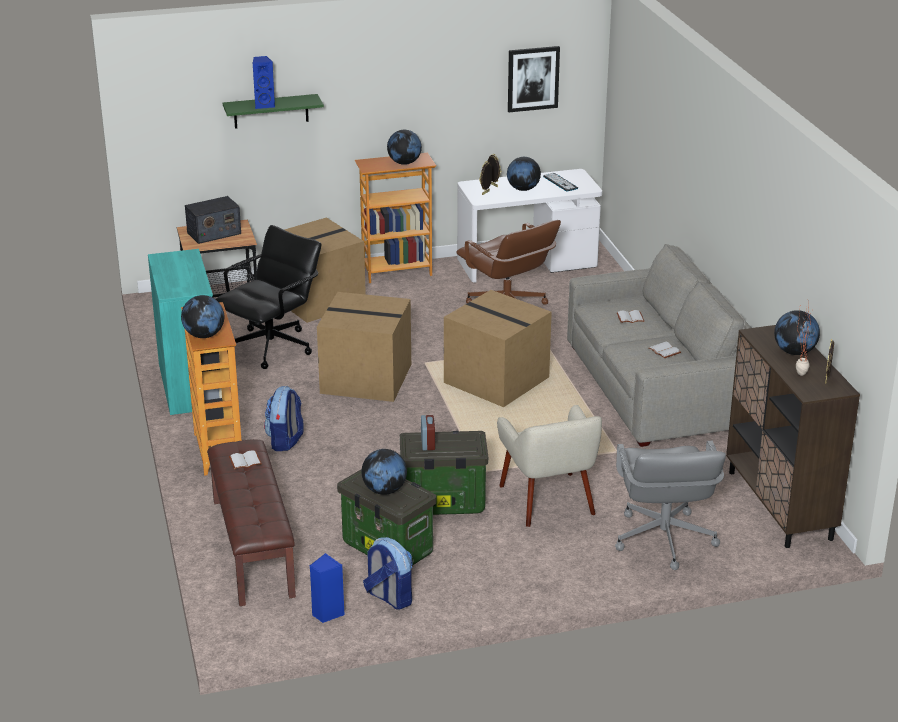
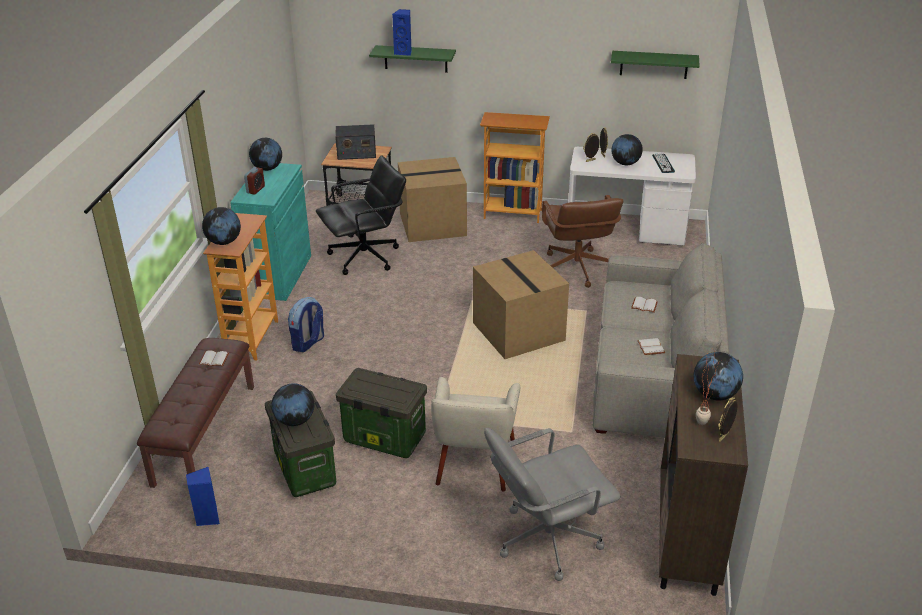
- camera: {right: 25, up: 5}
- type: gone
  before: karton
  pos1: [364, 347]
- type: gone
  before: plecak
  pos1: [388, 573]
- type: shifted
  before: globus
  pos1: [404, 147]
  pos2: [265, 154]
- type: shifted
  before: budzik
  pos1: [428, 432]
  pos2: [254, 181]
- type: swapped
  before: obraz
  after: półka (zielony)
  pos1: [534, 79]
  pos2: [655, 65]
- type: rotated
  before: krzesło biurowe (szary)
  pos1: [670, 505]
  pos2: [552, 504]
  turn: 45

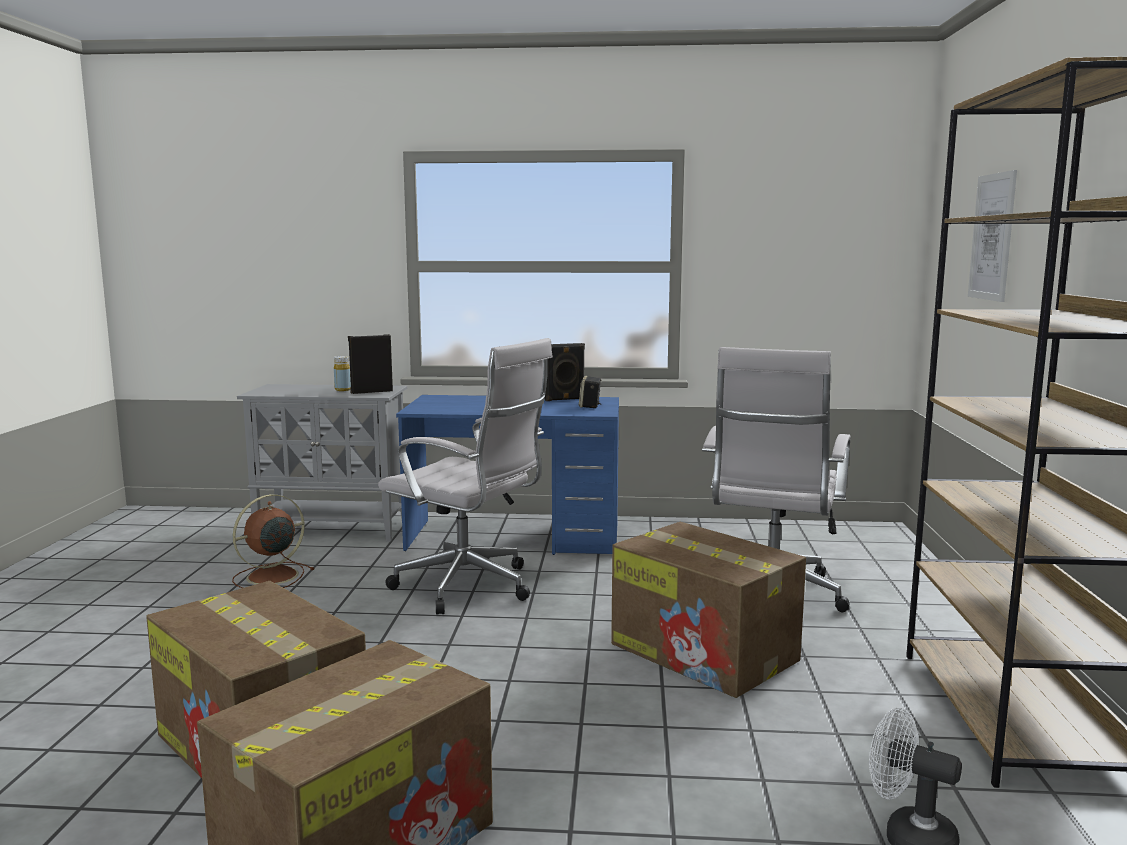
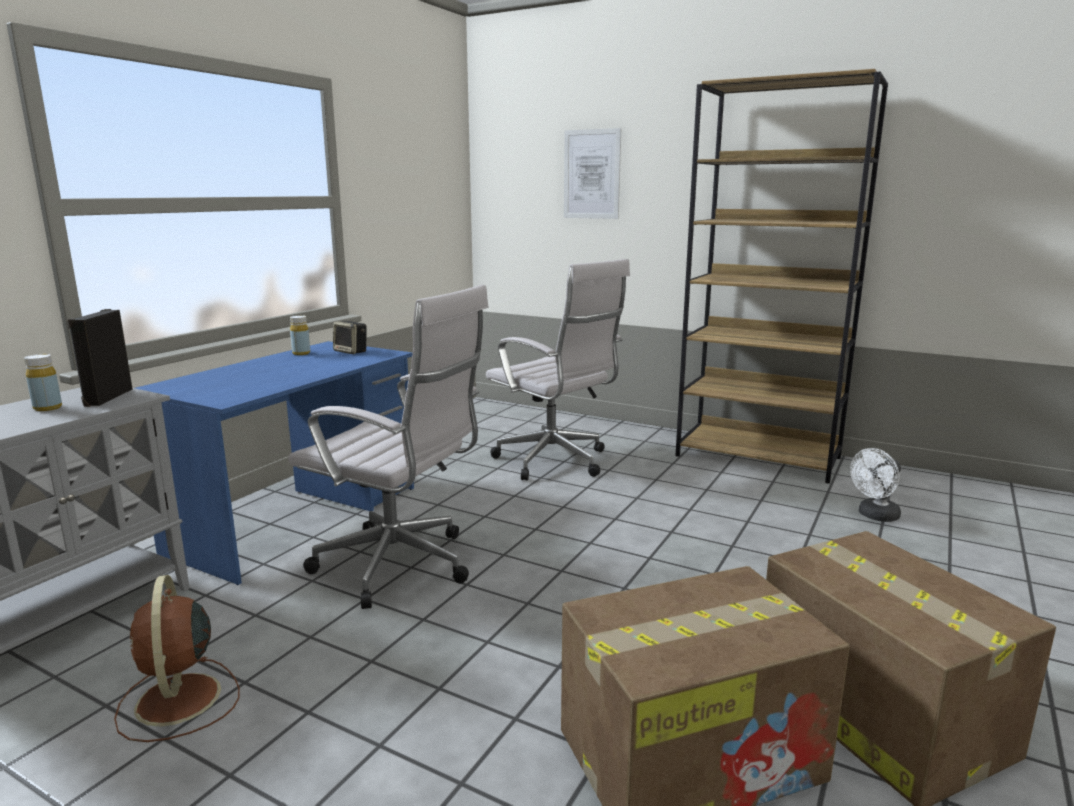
- camera: {right: -65, up: 5}
- type: rotated
  before: krzesło biurowe (biały)
  pos1: [465, 476]
  pos2: [388, 447]
  turn: 60
- type: swapped
  before: głośnik (czarny)
  after: butelka (żółty)
  pos1: [564, 372]
  pos2: [300, 335]
- type: gone
  before: karton
  pos1: [708, 610]

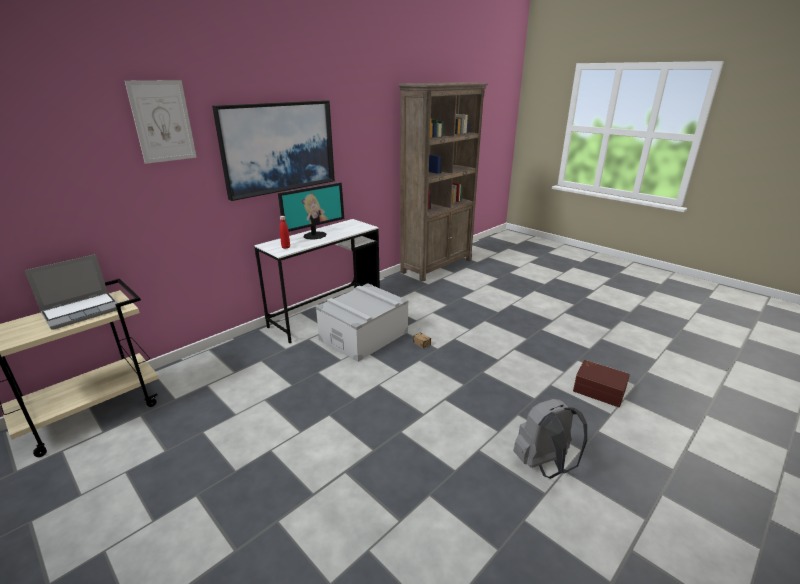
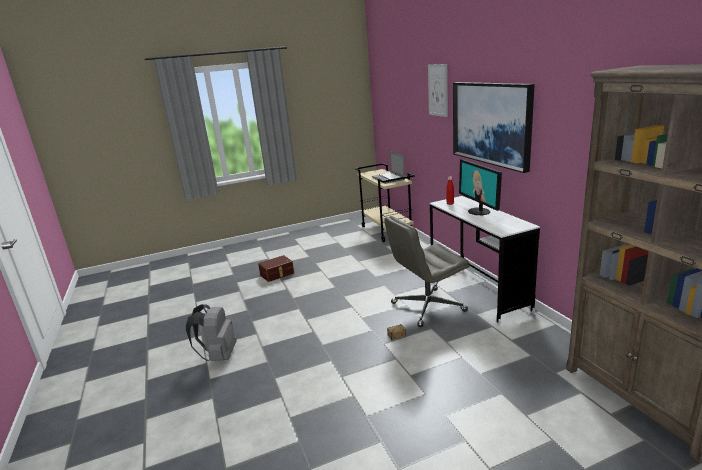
- camera: {right: 115, up: -5}
- type: swapped
  before: pojemnik do przechowywania (szary)
  after: krzesło biurowe (szary)
  pos1: [362, 322]
  pos2: [426, 271]
- type: shifted
  before: pojemnik do przechowywania (brązowy)
  pos1: [601, 383]
  pos2: [276, 268]

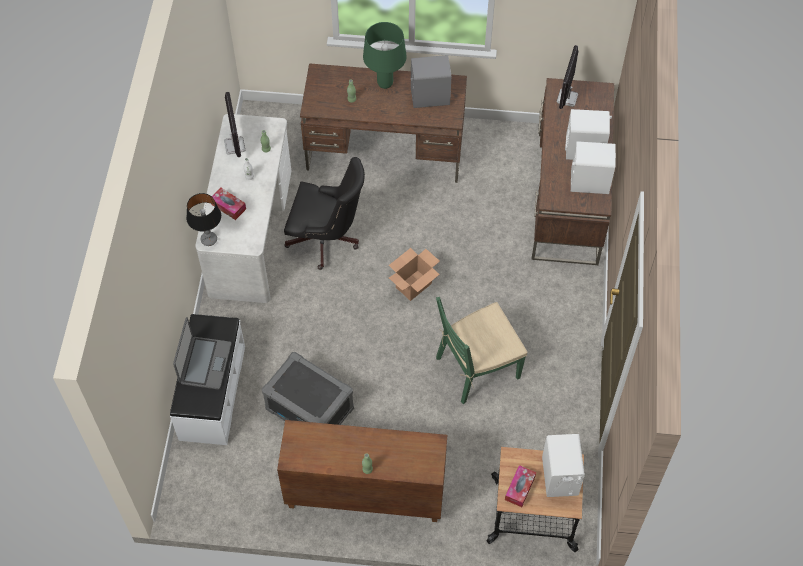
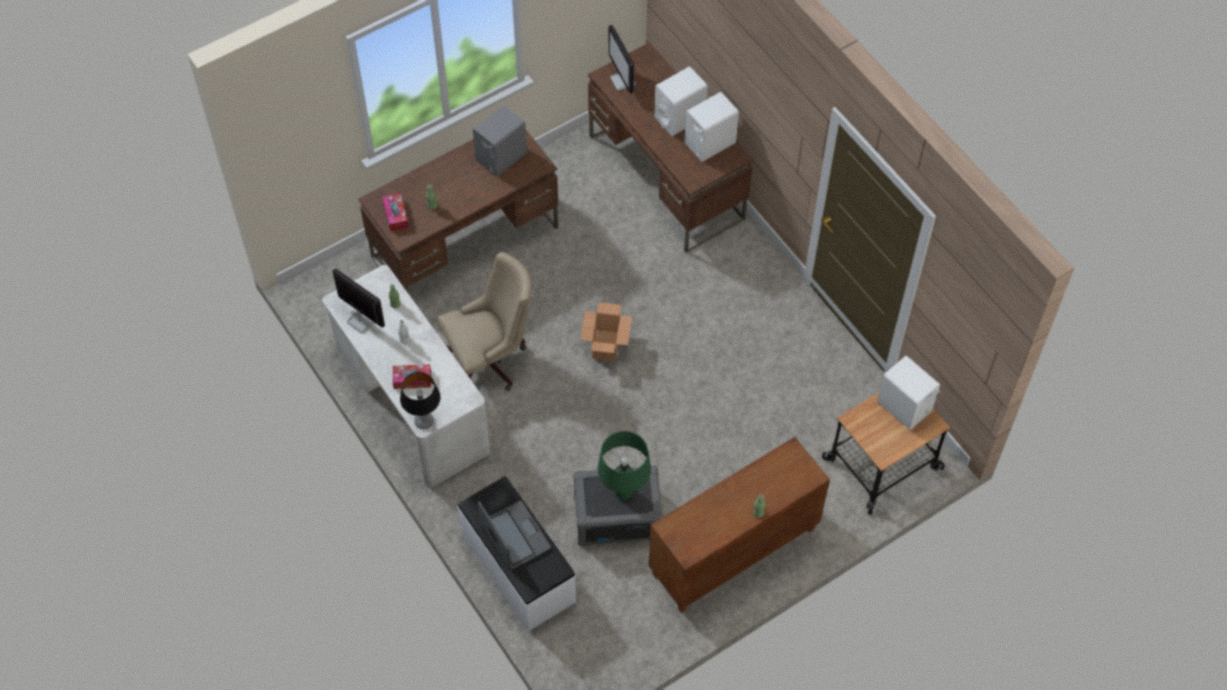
- camera: {right: -40, up: 0}
- type: repainted
  before: krzesło biurowe (czarny)
  after: krzesło biurowe (beżowy)
  pos1: [324, 213]
  pos2: [485, 321]
- type: shifted
  before: lampa stołowa (zielony)
  pos1: [385, 55]
  pos2: [624, 465]
- type: gone
  before: krzesło (zielony)
  pos1: [481, 350]
- type: shifted
  before: pudełko chusteczek
  pos1: [520, 486]
  pos2: [395, 212]

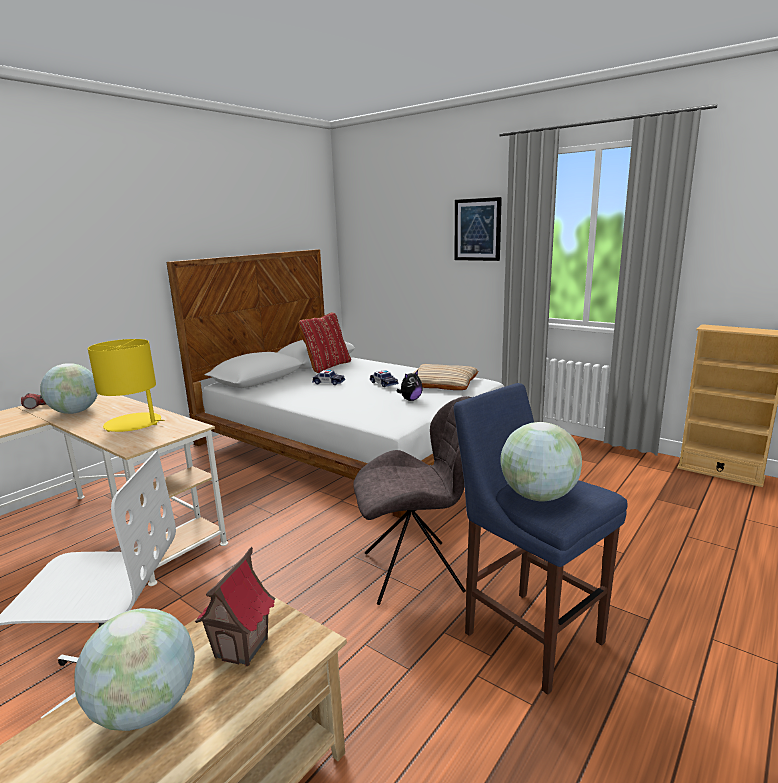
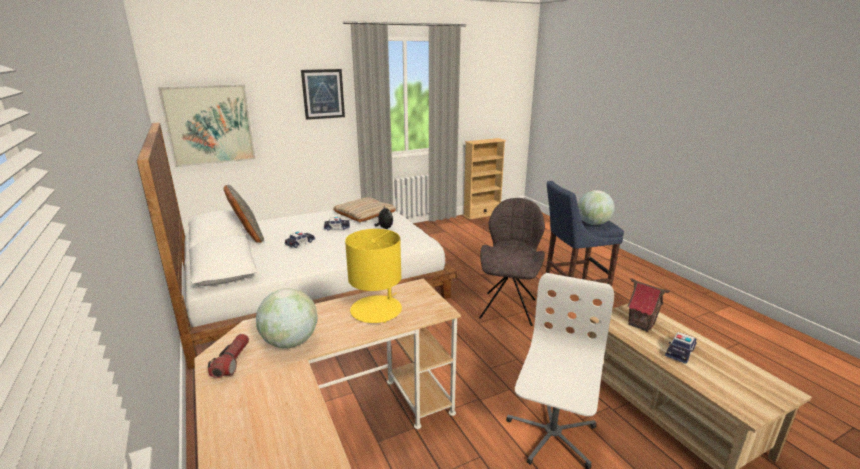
- camera: {right: -65, up: 5}
- type: swapped
  before: globus
  after: samochodzik
  pos1: [134, 669]
  pos2: [681, 348]
- type: repainted
  before: poduszka (czerwony)
  after: poduszka (szary)
  pos1: [324, 343]
  pos2: [244, 214]
- type: new
  after: obraz
  pos2: [207, 125]

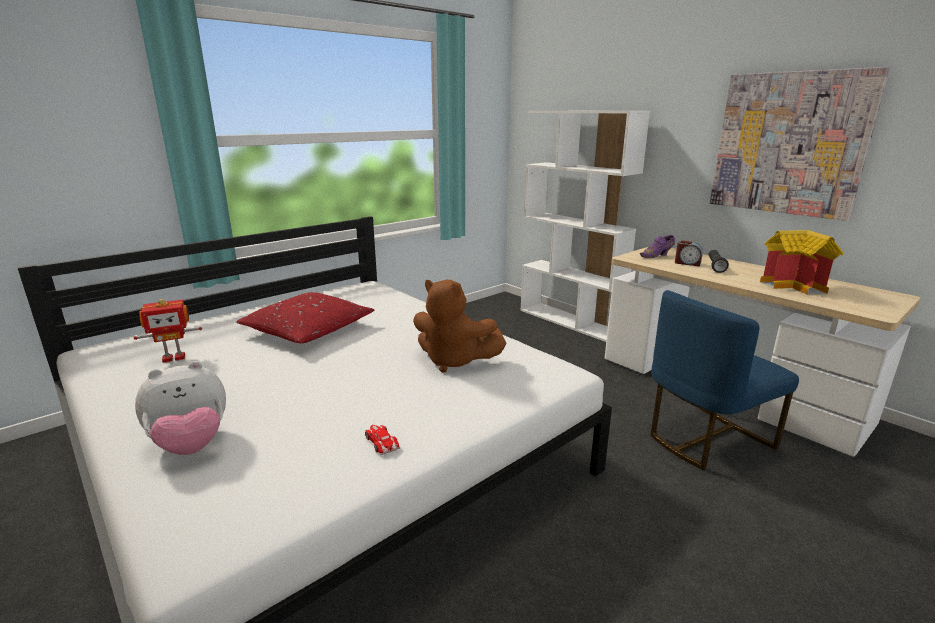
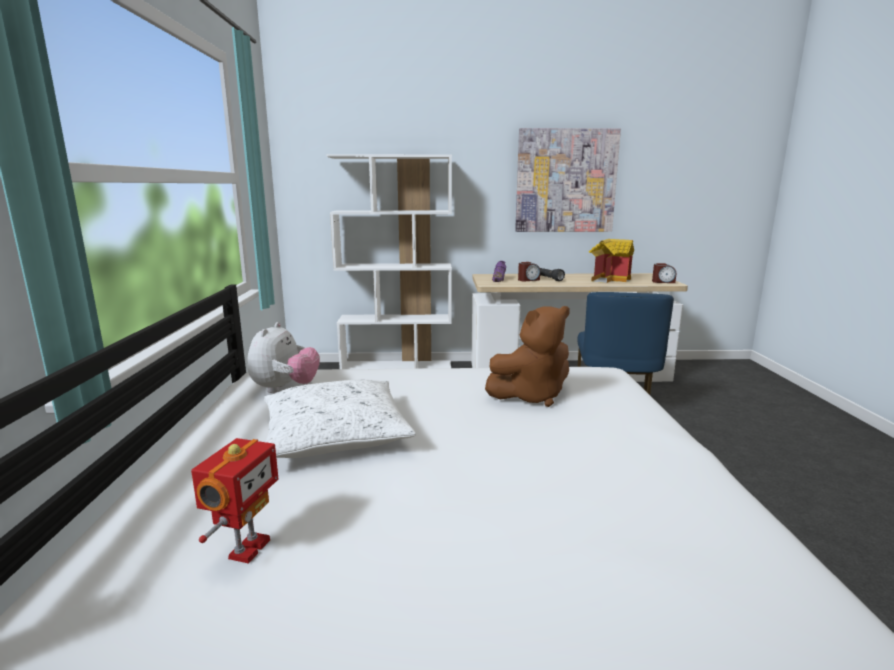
- camera: {right: -50, up: -5}
- type: shifted
  before: pluszak
  pos1: [180, 408]
  pos2: [284, 357]
- type: repainted
  before: poduszka (czerwony)
  after: poduszka (biały)
  pos1: [305, 317]
  pos2: [340, 419]
- type: gone
  before: samochodzik
  pos1: [382, 440]
- type: new
  after: budzik
  pos2: [664, 273]

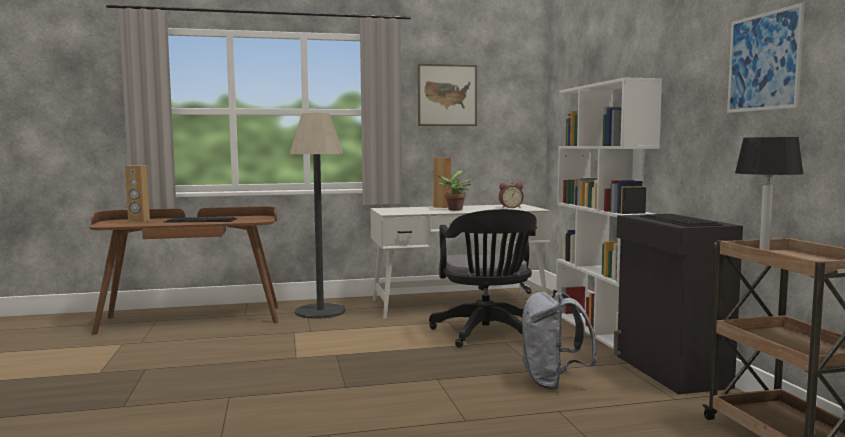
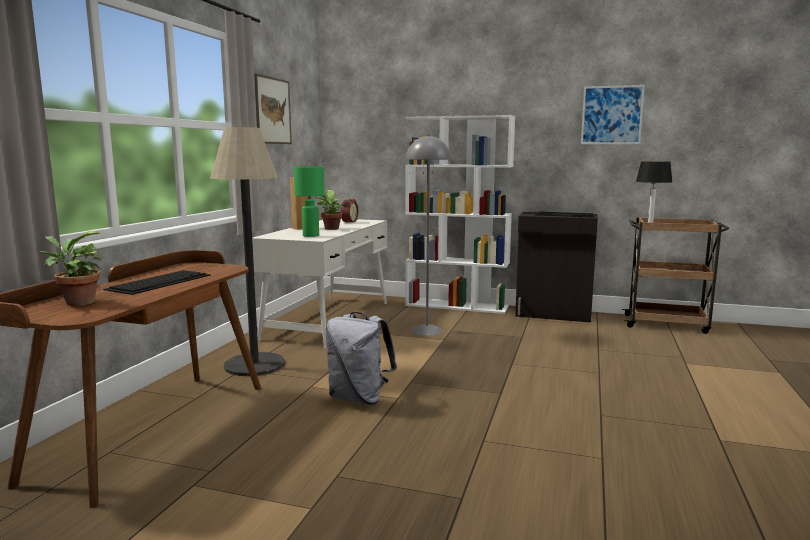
- camera: {right: -60, up: 5}
- type: swapped
  before: głośnik (brązowy)
  after: roślina doniczkowa
  pos1: [137, 193]
  pos2: [70, 268]
- type: swapped
  before: krzesło biurowe (czarny)
  after: lampa stojąca (szary)
  pos1: [483, 278]
  pos2: [428, 235]
- type: shifted
  before: plecak (szary)
  pos1: [560, 340]
  pos2: [361, 358]
- type: new
  after: lampa stołowa (zielony)
  pos2: [309, 201]

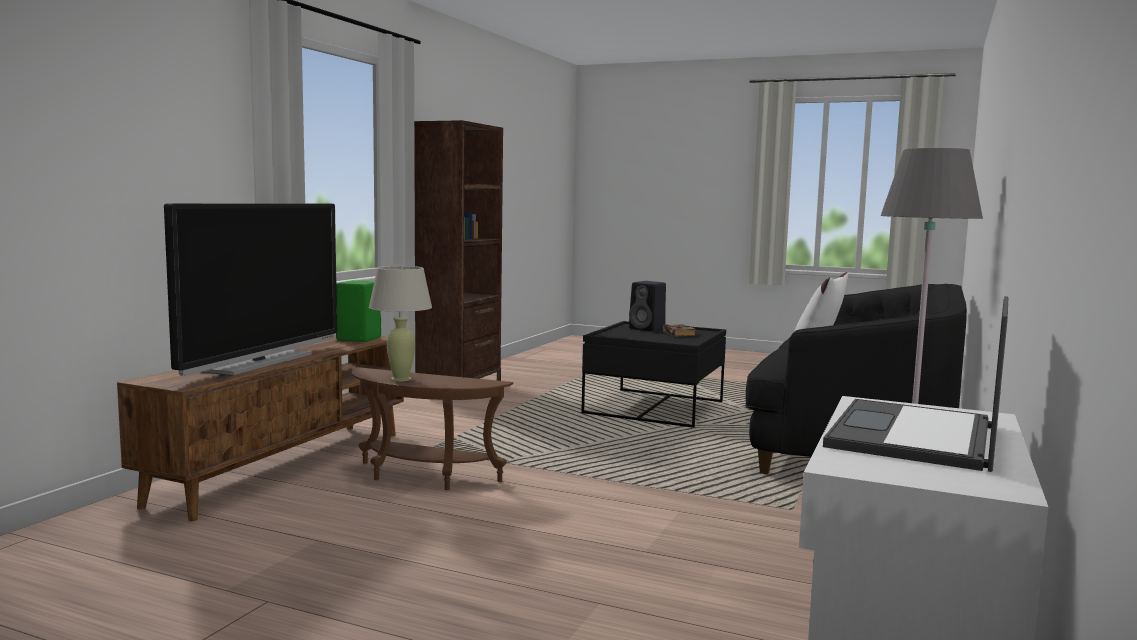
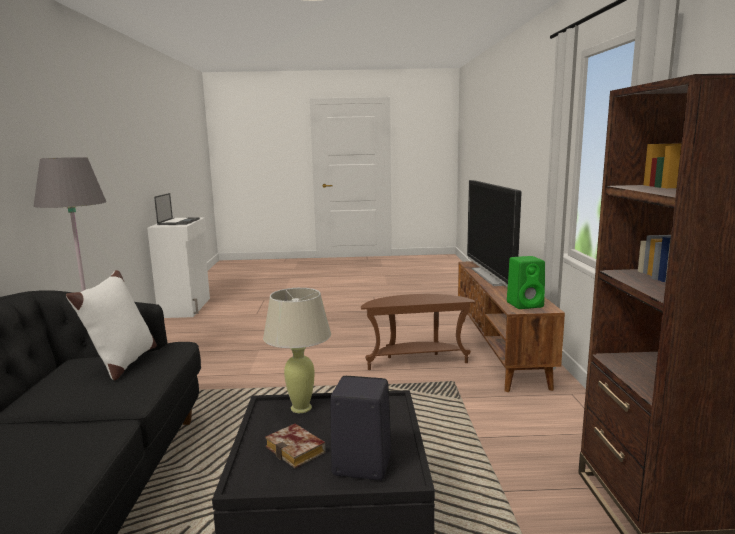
- camera: {right: 155, up: 5}
- type: shifted
  before: lampa stołowa (beżowy)
  pos1: [400, 323]
  pos2: [297, 350]

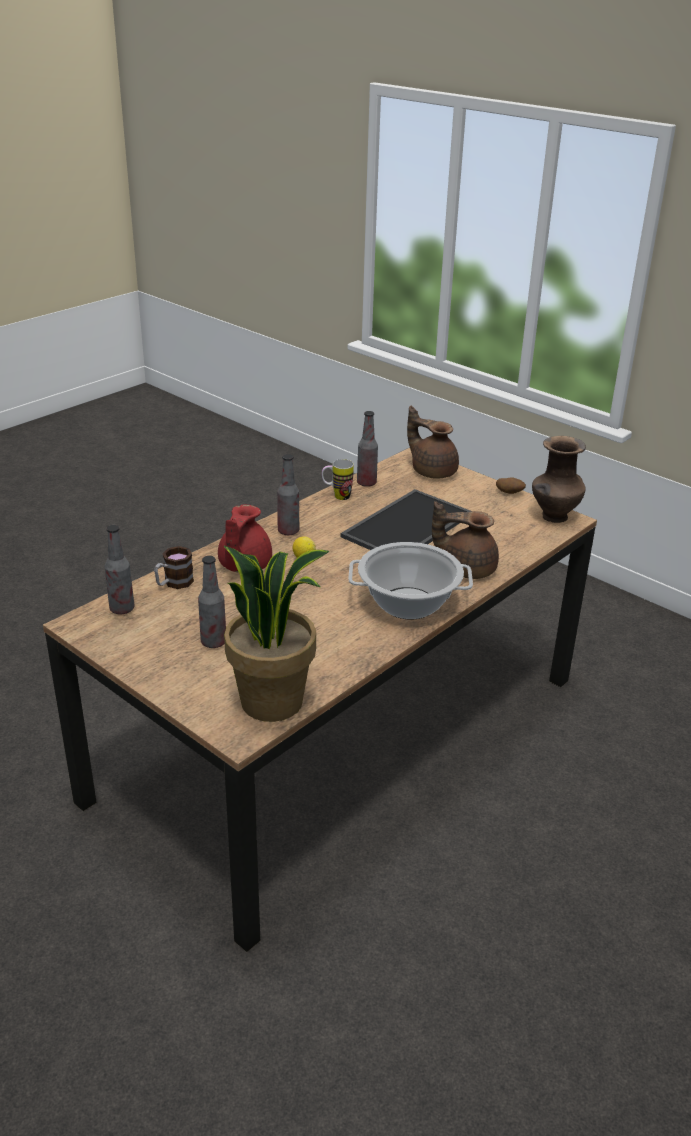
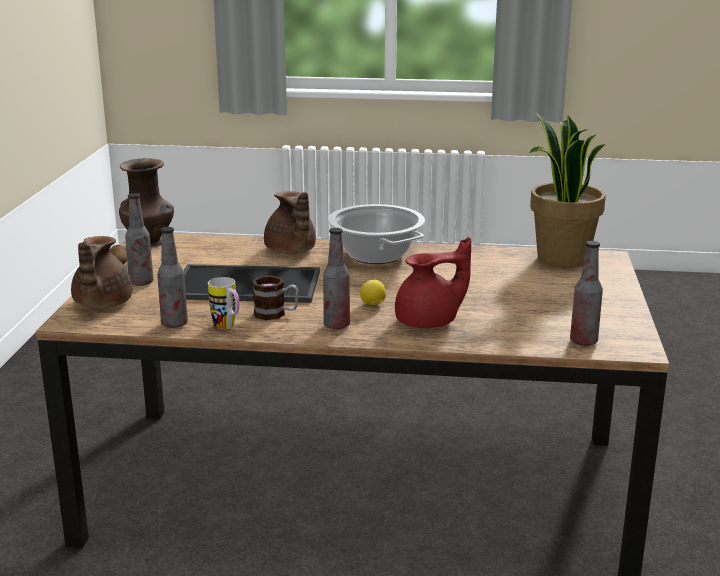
- camera: {right: -125, up: -10}
- type: shifted
  before: kubek
  pos1: [174, 567]
  pos2: [275, 297]
- type: shifted
  before: butelka
  pos1: [212, 602]
  pos2: [139, 239]

